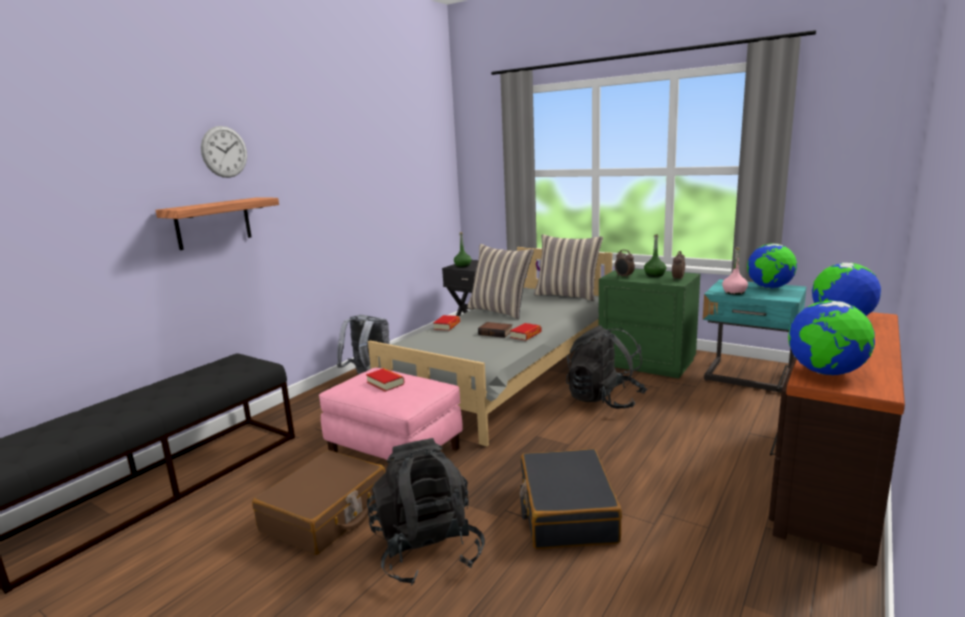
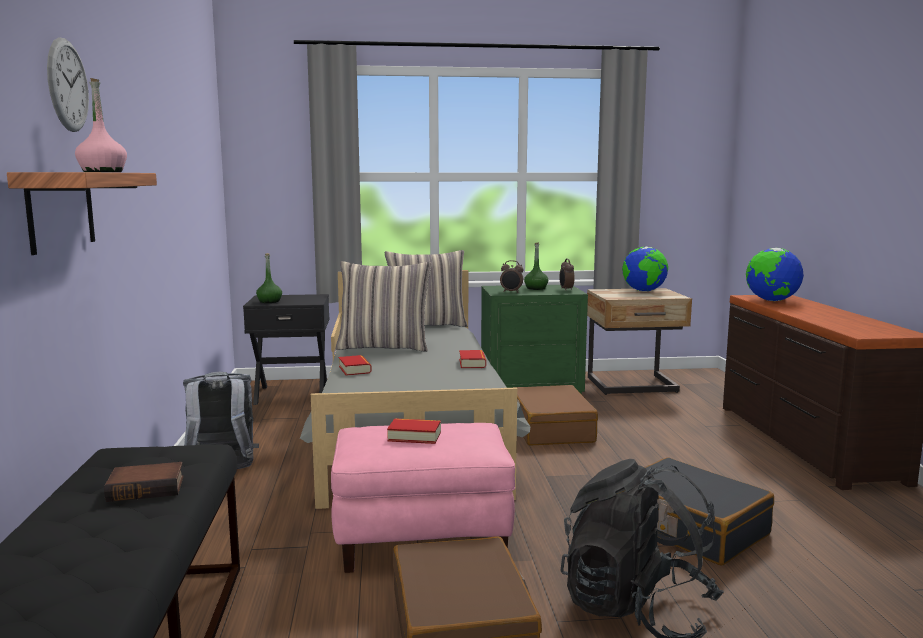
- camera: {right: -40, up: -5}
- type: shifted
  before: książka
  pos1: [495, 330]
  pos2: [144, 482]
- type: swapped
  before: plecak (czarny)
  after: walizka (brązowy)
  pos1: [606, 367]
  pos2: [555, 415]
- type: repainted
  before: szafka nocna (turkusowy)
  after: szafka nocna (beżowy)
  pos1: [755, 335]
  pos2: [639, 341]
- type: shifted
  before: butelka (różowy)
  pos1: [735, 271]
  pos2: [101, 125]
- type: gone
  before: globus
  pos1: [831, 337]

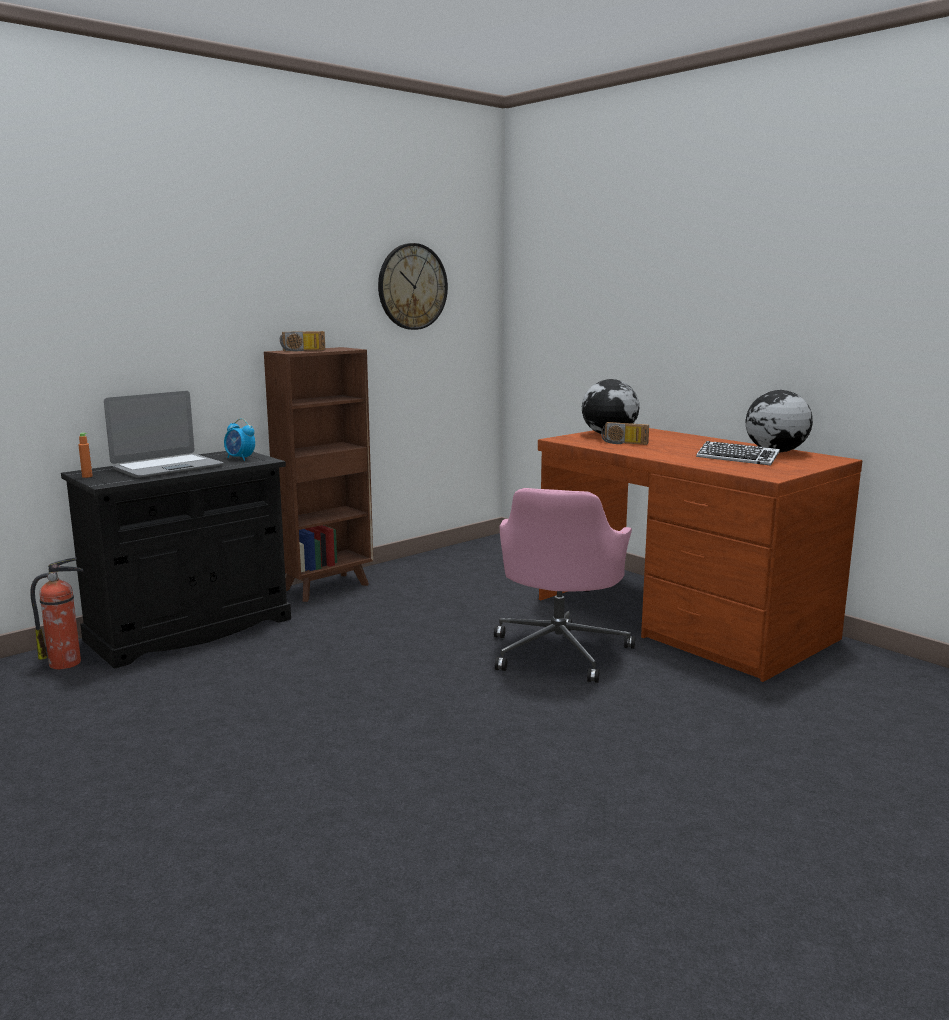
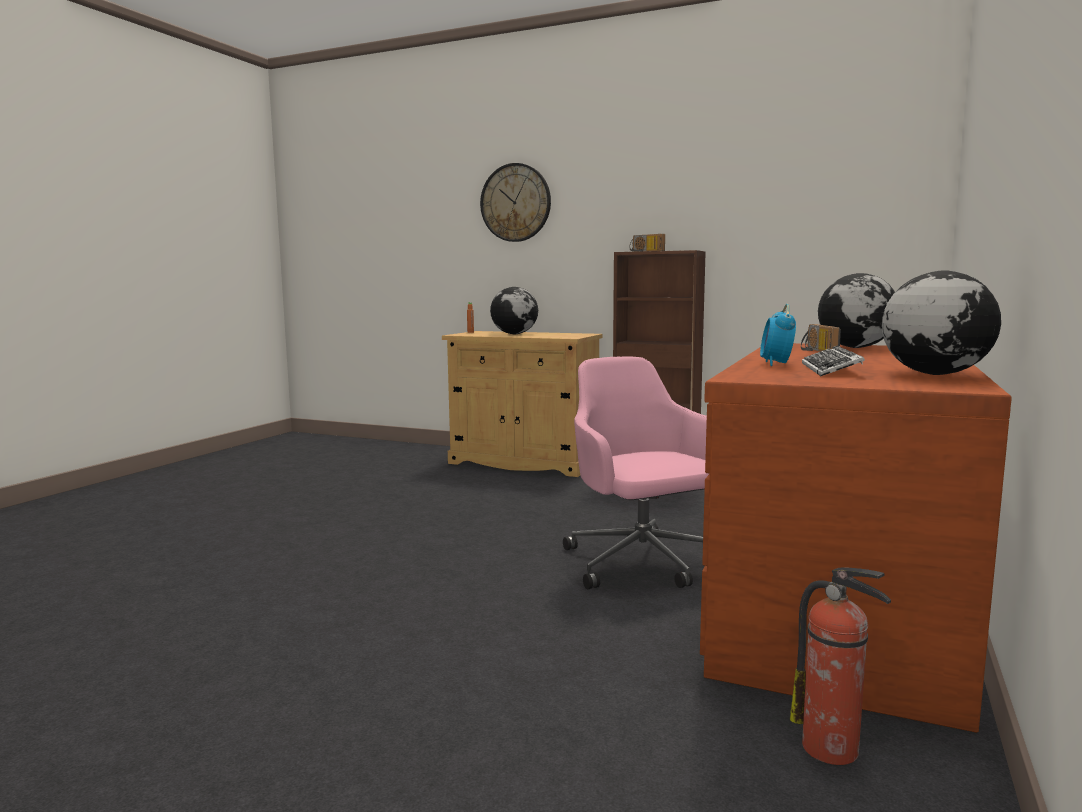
- camera: {right: 65, up: -5}
- type: shifted
  before: gaśnica
  pos1: [57, 613]
  pos2: [840, 666]
- type: repainted
  before: szafka (czarny)
  after: szafka (beżowy)
  pos1: [176, 559]
  pos2: [522, 404]
- type: swapped
  before: laptop
  after: globus
  pos1: [164, 434]
  pos2: [514, 310]
- type: shifted
  before: budzik
  pos1: [239, 439]
  pos2: [778, 335]
- type: shifted
  before: zegar ścienny
  pos1: [413, 286]
  pos2: [515, 202]
- type: rotated
  before: krzesło biurowe (różowy)
  pos1: [564, 585]
  pos2: [636, 473]
  turn: 75

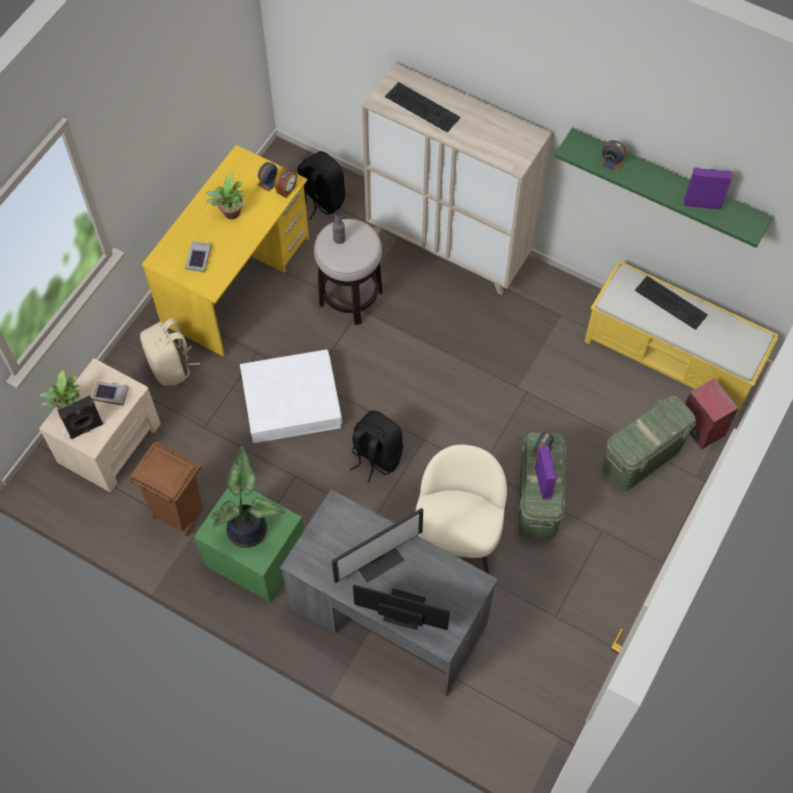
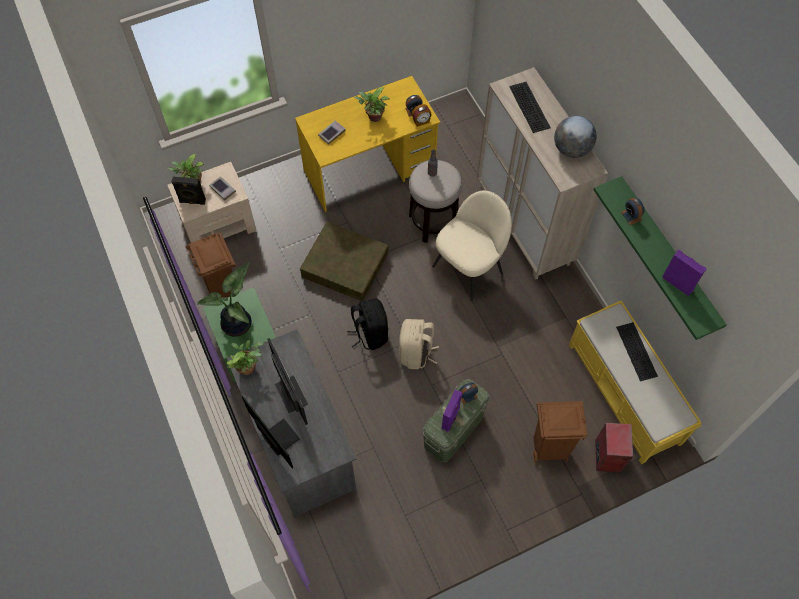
- camera: {right: 35, up: 0}
- type: shifted
  before: plecak (beżowy)
  pos1: [170, 352]
  pos2: [419, 344]
- type: repainted
  before: pojemnik do przechowywania (biały)
  after: pojemnik do przechowywania (brązowy)
  pos1: [291, 396]
  pos2: [344, 261]
- type: gone
  before: plecak (czarny)
  pos1: [321, 185]
- type: rotated
  before: monitor
  pos1: [377, 545]
  pos2: [287, 381]
  turn: -120
- type: shifted
  before: krzesło (beżowy)
  pos1: [461, 509]
  pos2: [472, 246]
- type: swapped
  before: pojemnik do przechowywania (zielony)
  after: kosz na śmieci (brązowy)
  pos1: [649, 443]
  pos2: [560, 432]
- type: new
  after: roślina doniczkowa
  pos2: [245, 357]
- type: new
  after: globus
  pos2: [575, 137]

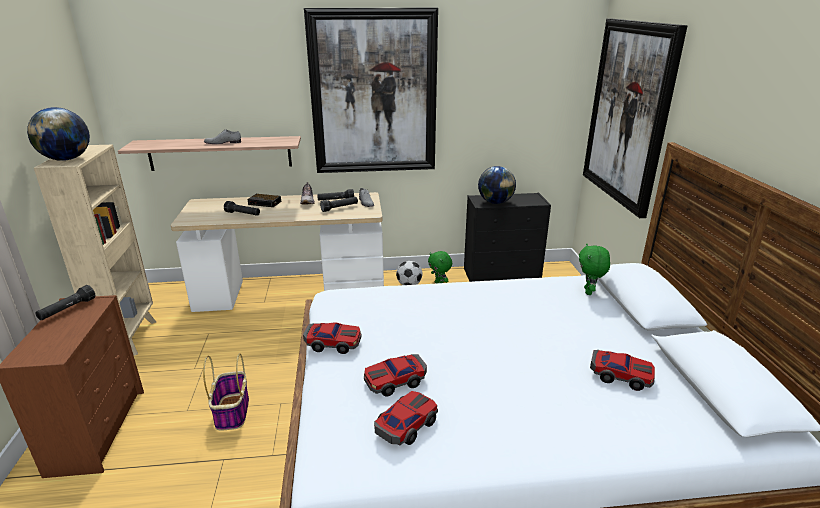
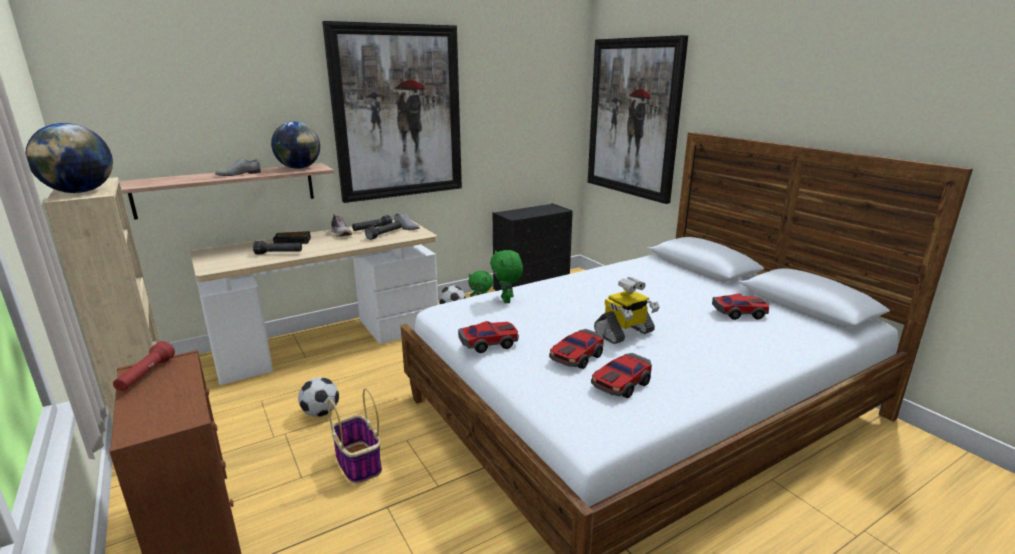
- camera: {right: -25, up: -5}
- type: repainted
  before: latarka (czarny)
  after: latarka (czerwony)
  pos1: [65, 302]
  pos2: [144, 366]
- type: rotated
  before: samochodzik
  pos1: [406, 418]
  pos2: [621, 375]
  turn: -150
- type: shifted
  before: globus
  pos1: [497, 185]
  pos2: [295, 145]
- type: shifted
  before: pluszak (zielony)
  pos1: [594, 269]
  pos2: [506, 276]
- type: new
  after: piłka futbolowa
  pos2: [318, 397]
- type: new
  after: robot zabawkowy
  pos2: [627, 310]

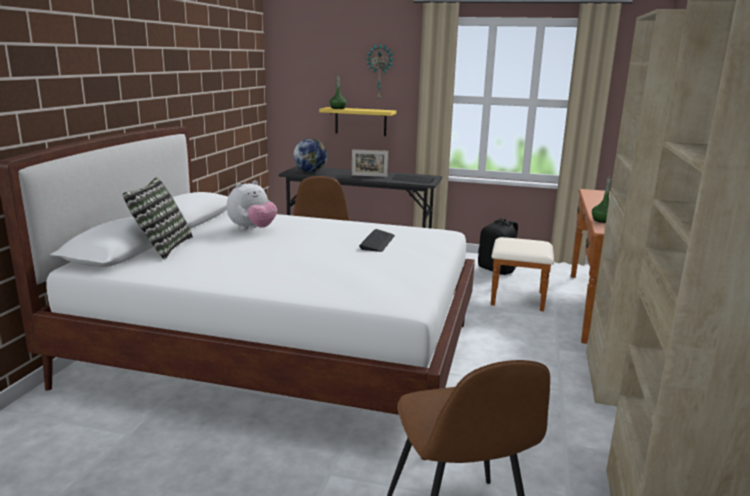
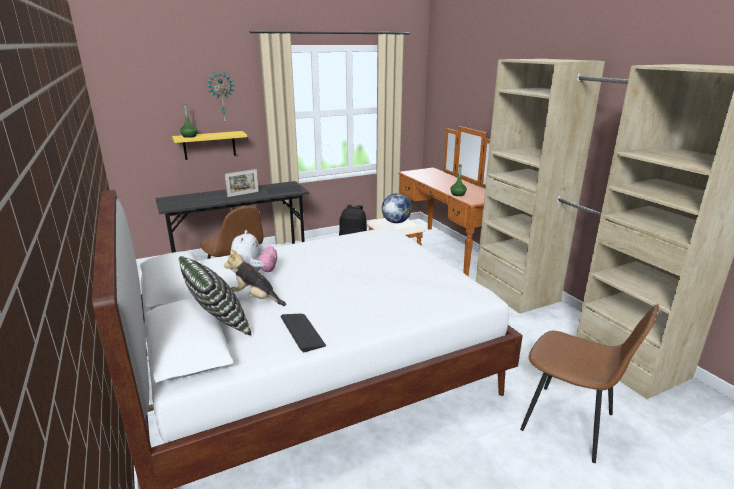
- camera: {right: -40, up: 5}
- type: shifted
  before: globus
  pos1: [310, 155]
  pos2: [397, 208]
- type: shifted
  before: klawiatura
  pos1: [377, 240]
  pos2: [303, 333]
- type: new
  after: pluszak
  pos2: [255, 277]

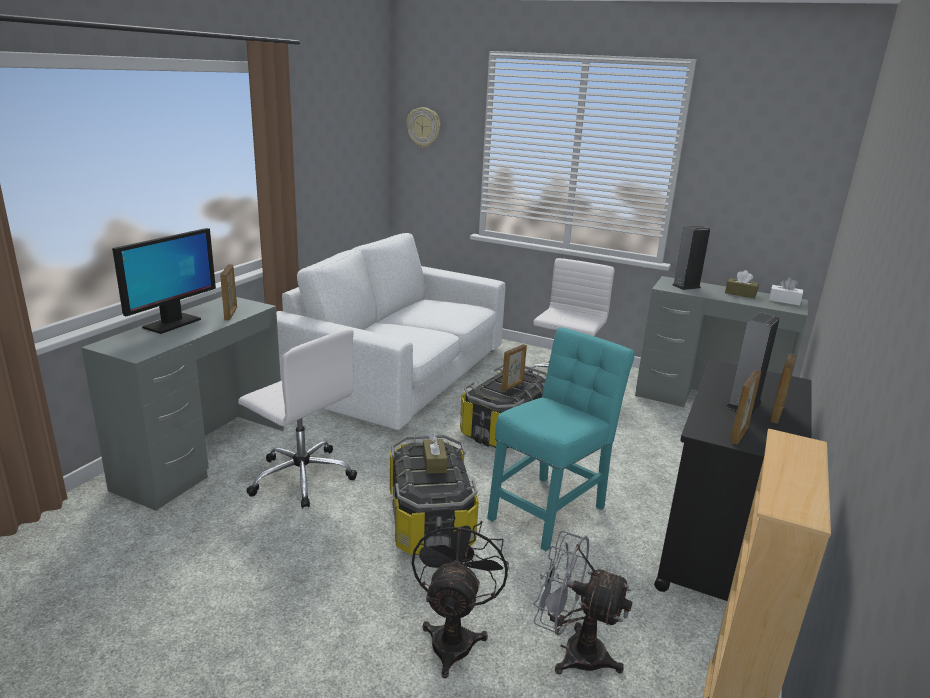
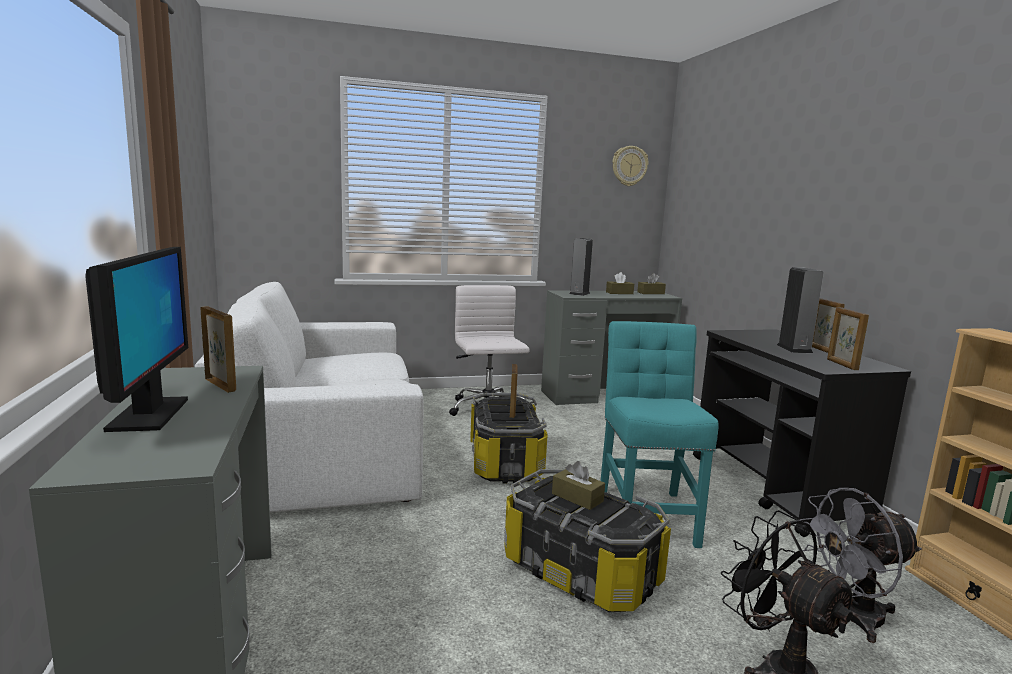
- camera: {right: -40, up: -10}
- type: gone
  before: krzesło biurowe (biały)
  pos1: [297, 418]
- type: shifted
  before: zegar ścienny
  pos1: [423, 127]
  pos2: [630, 166]
- type: repainted
  before: pudełko chusteczek (biały)
  after: pudełko chusteczek (brązowy)
  pos1: [786, 292]
  pos2: [651, 283]

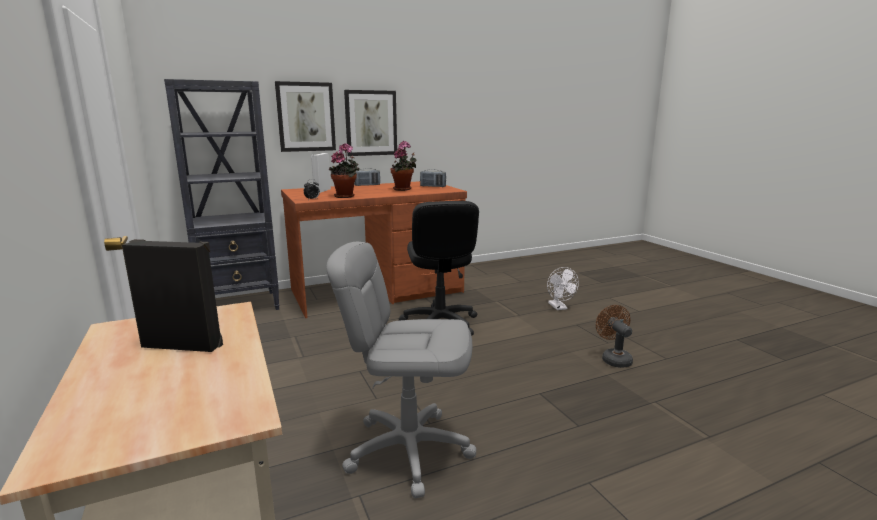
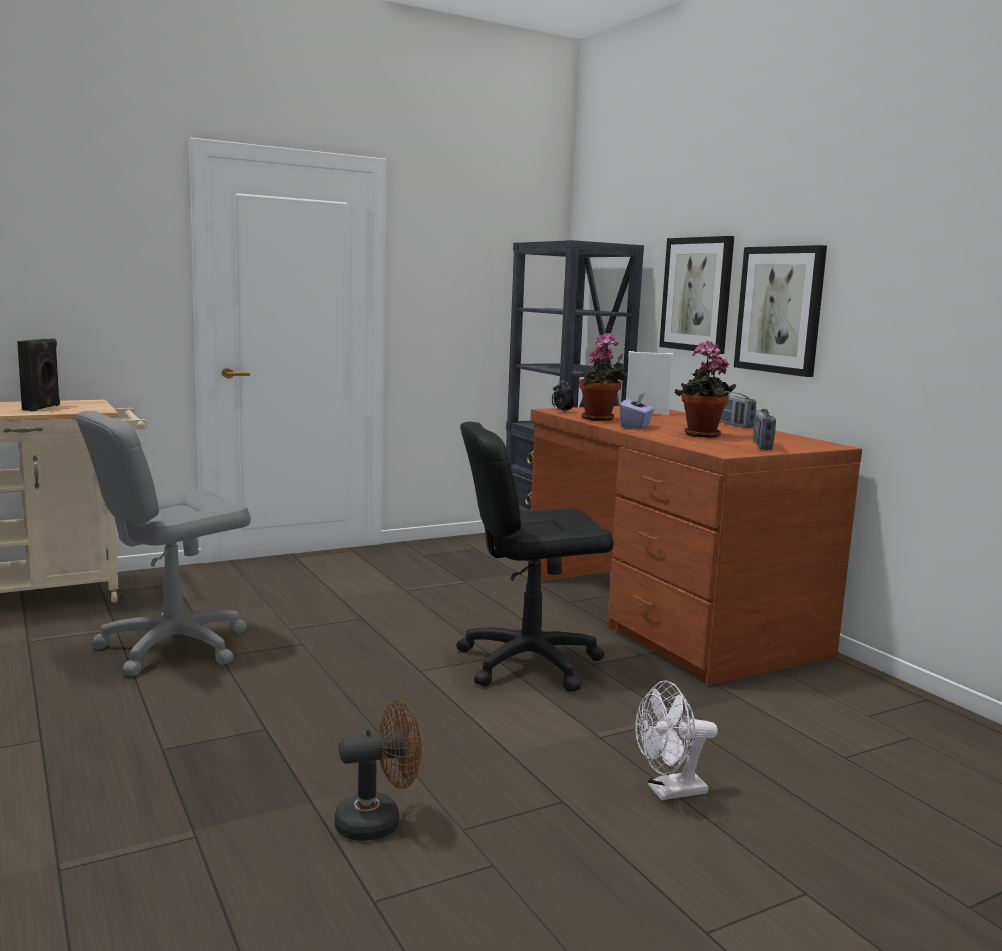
- camera: {right: 85, up: -5}
- type: rotated
  before: krzesło biurowe (szary)
  pos1: [401, 370]
  pos2: [163, 543]
  turn: -135
- type: new
  after: pudełko chusteczek (fioletowy)
  pos2: [636, 411]

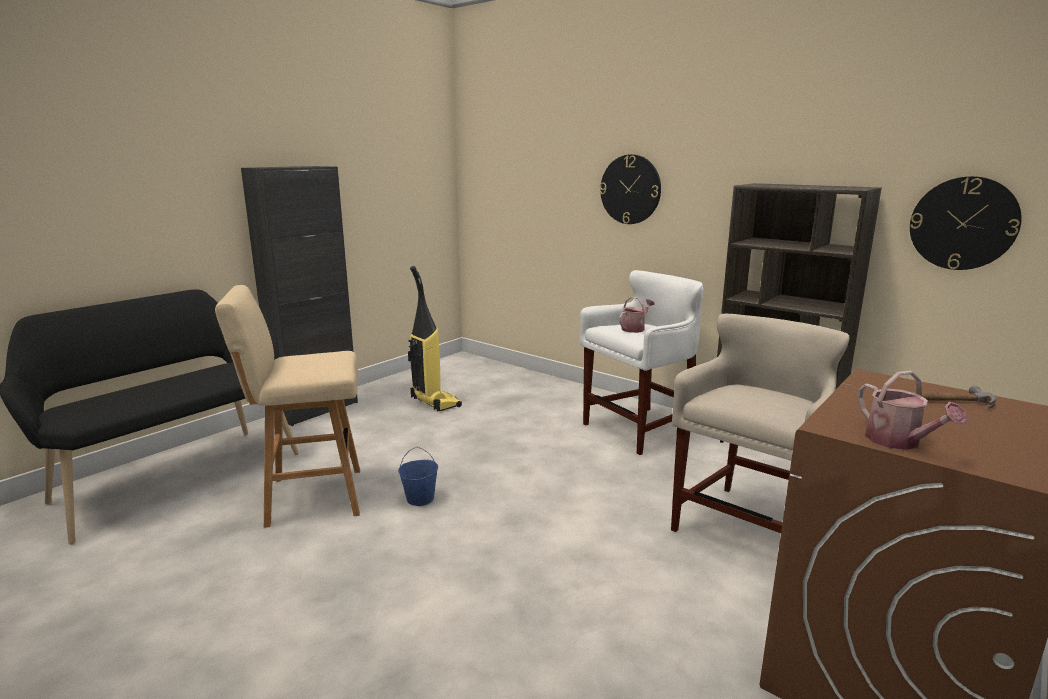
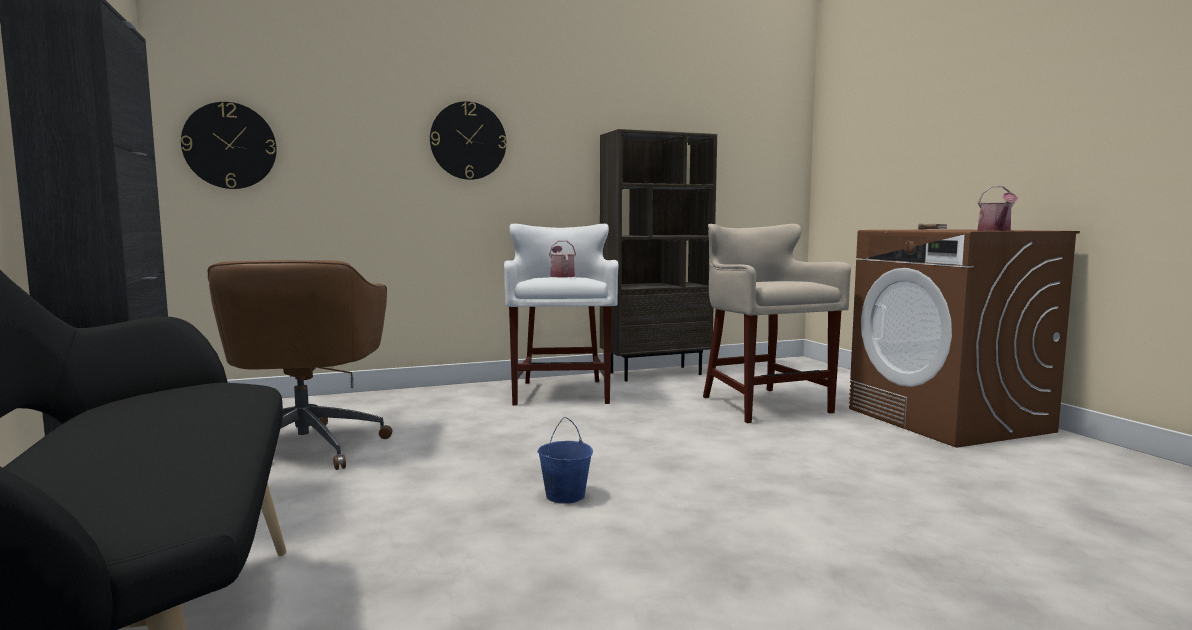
- camera: {right: -60, up: -10}
- type: gone
  before: stołek (beżowy)
  pos1: [287, 406]
- type: swapped
  before: odkurzacz
  after: krzesło biurowe (brązowy)
  pos1: [435, 339]
  pos2: [300, 365]
- type: rotated
  before: konewka
  pos1: [913, 410]
  pos2: [997, 208]
  turn: 90
- type: shifted
  before: zegar ścienny
  pos1: [966, 223]
  pos2: [229, 145]

